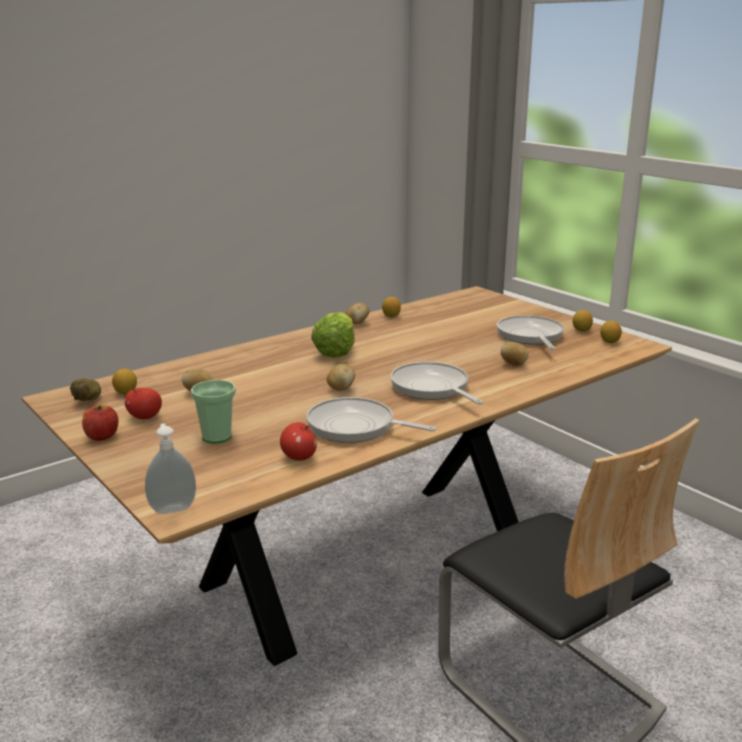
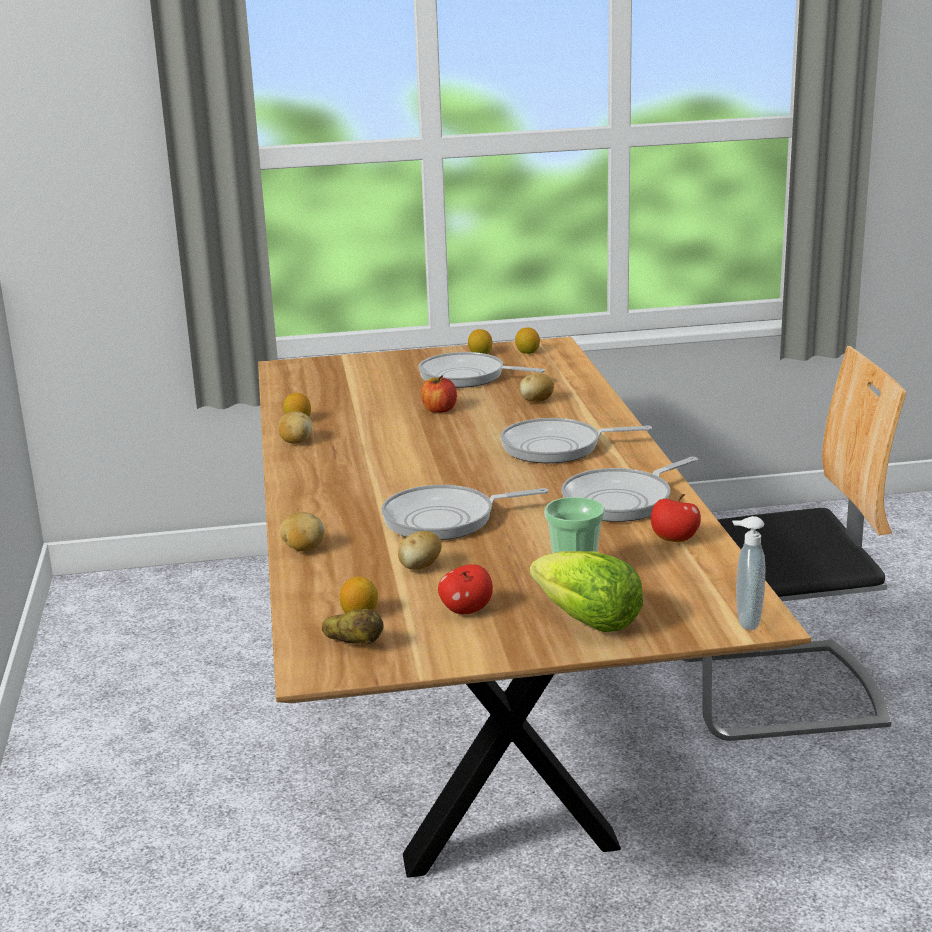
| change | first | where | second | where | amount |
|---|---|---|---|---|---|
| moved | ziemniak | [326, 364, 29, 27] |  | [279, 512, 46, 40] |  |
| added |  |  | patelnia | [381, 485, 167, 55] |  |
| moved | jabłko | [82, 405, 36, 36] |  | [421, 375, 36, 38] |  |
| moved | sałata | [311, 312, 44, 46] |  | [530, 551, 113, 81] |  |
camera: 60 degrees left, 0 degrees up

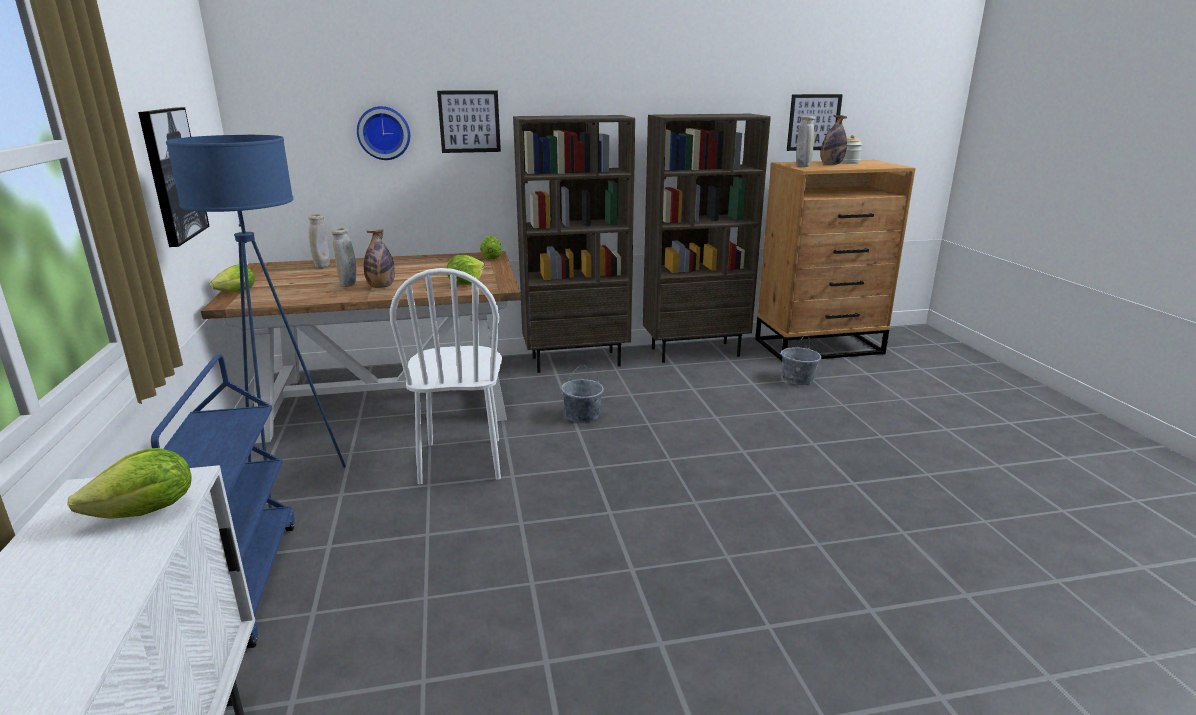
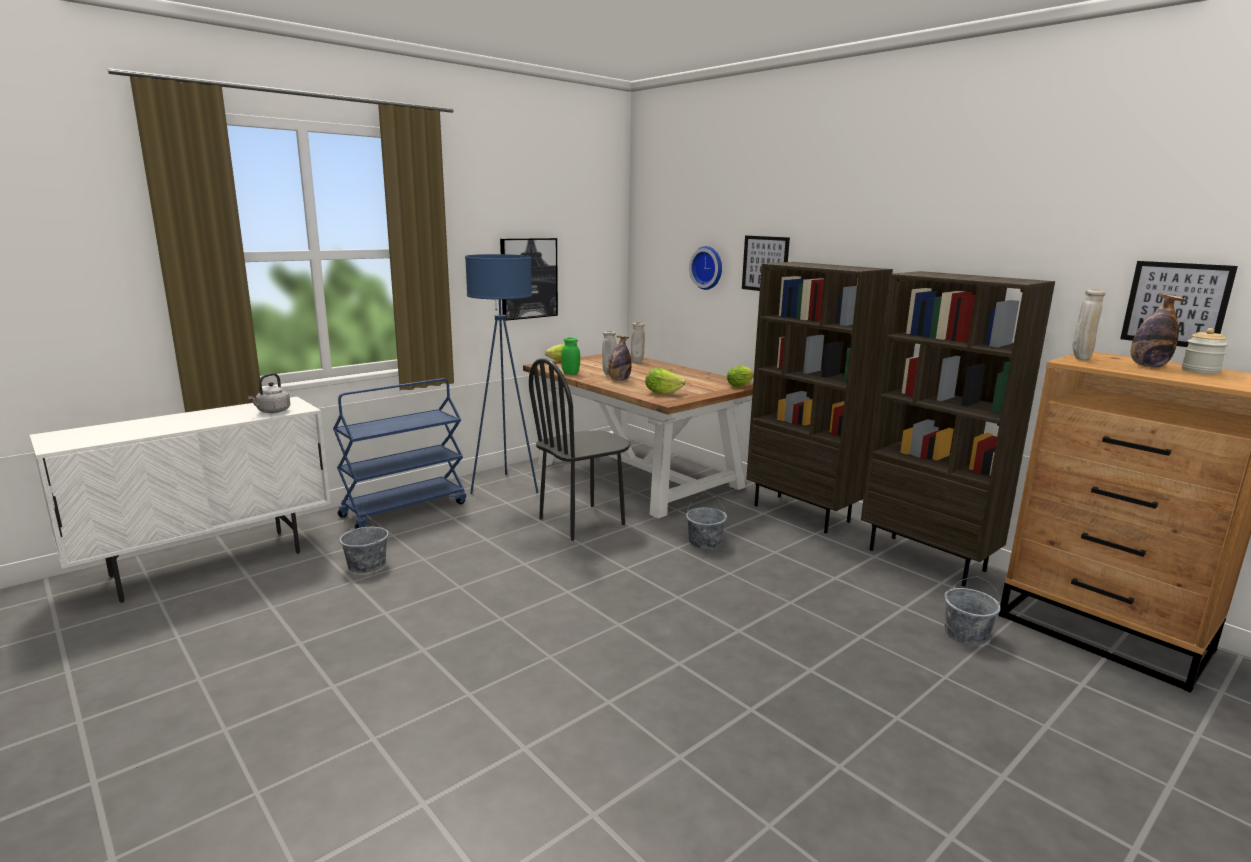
| change | first | where | second | where | amount |
|---|---|---|---|---|---|
| replaced | sałata | [67, 448, 124, 71] | czajnik (szary) | [248, 373, 42, 40] |  |
| added |  |  | wiadro (szary) | [339, 512, 50, 61] |  |
| recoloured | krzesło (biały) | [390, 268, 112, 216] | krzesło (czarny) | [529, 358, 102, 183] |  |
| added |  |  | słoik (zielony) | [561, 338, 19, 37] |  |
camera: 60 degrees right, 5 degrees down

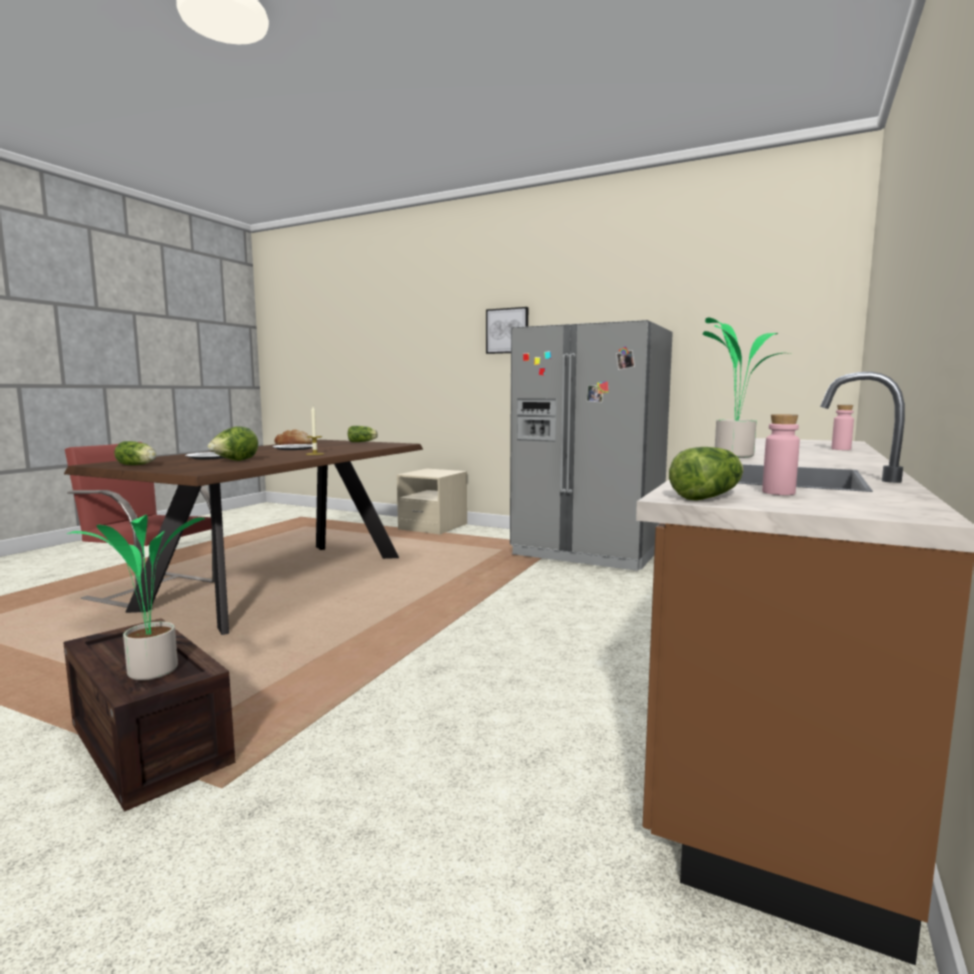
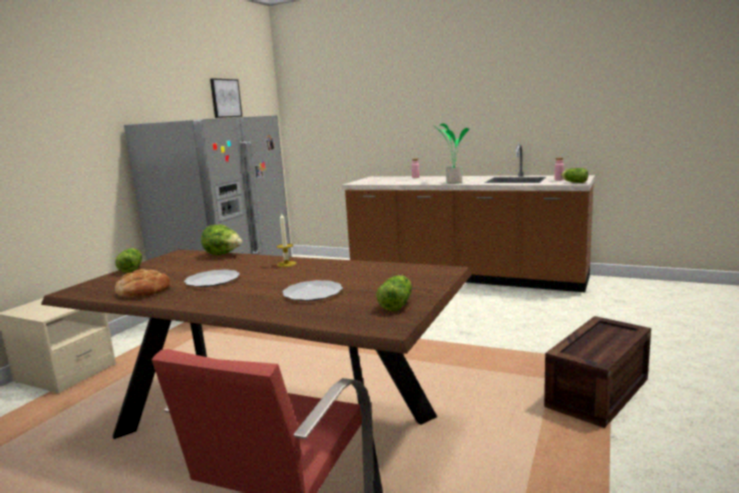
| change | first | where | second | where | amount |
|---|---|---|---|---|---|
| moved | sałata | [208, 426, 50, 35] |  | [201, 225, 41, 30] |  |
| moved | obraz | [486, 307, 42, 47] |  | [210, 78, 32, 40] |  |
| removed | roślina doniczkowa | [67, 514, 138, 166] |  |  |  |
camera: 90 degrees left, 5 degrees up

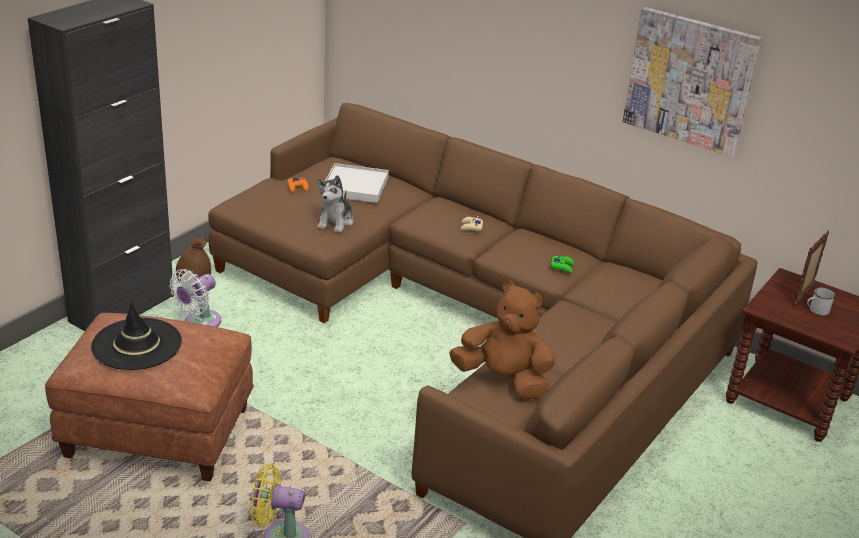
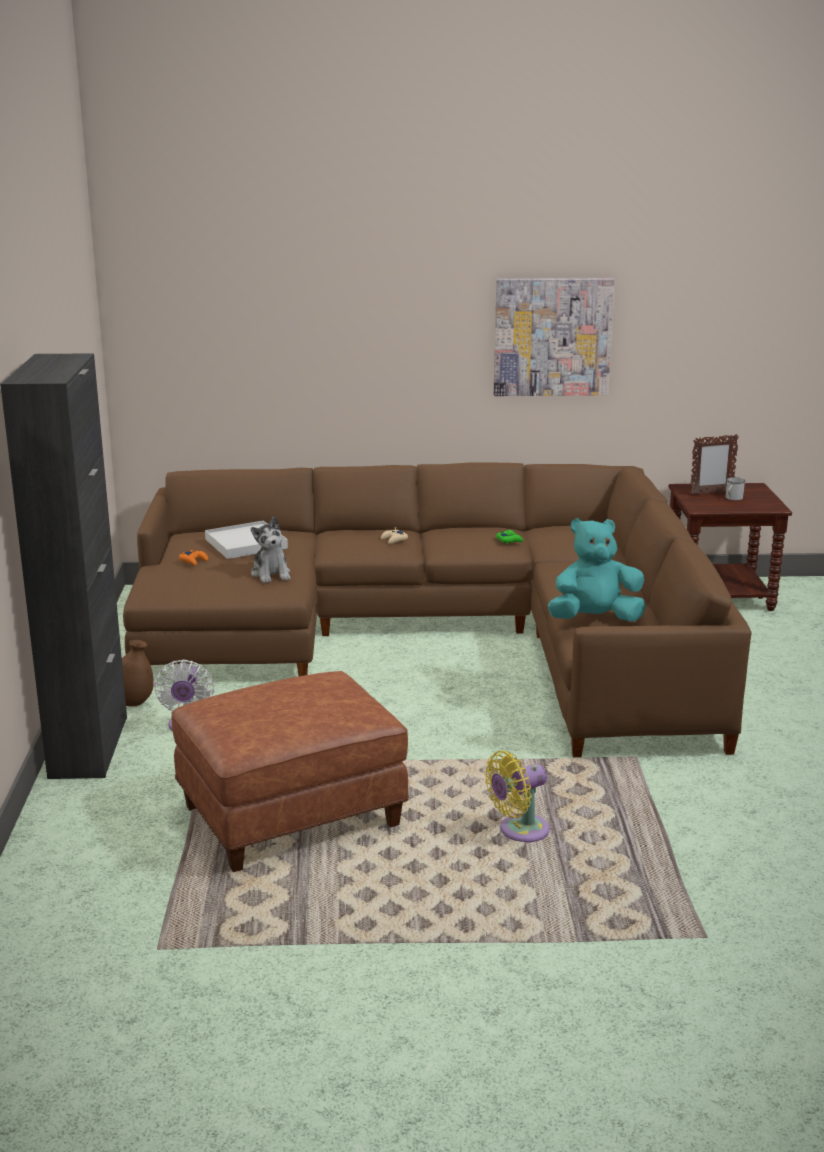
| change | first | where | second | where | amount |
|---|---|---|---|---|---|
| recoloured | pluszak (brązowy) | [449, 281, 107, 119] | pluszak (turkusowy) | [548, 518, 98, 103] |  |
| turned | ramka na zdjęcie | [794, 230, 35, 75] |  | [690, 434, 49, 61] | 105 degrees counterclockwise |
| removed | kapelusz (czarny) | [91, 302, 91, 68] |  |  |  |
camera: 35 degrees left, 10 degrees down

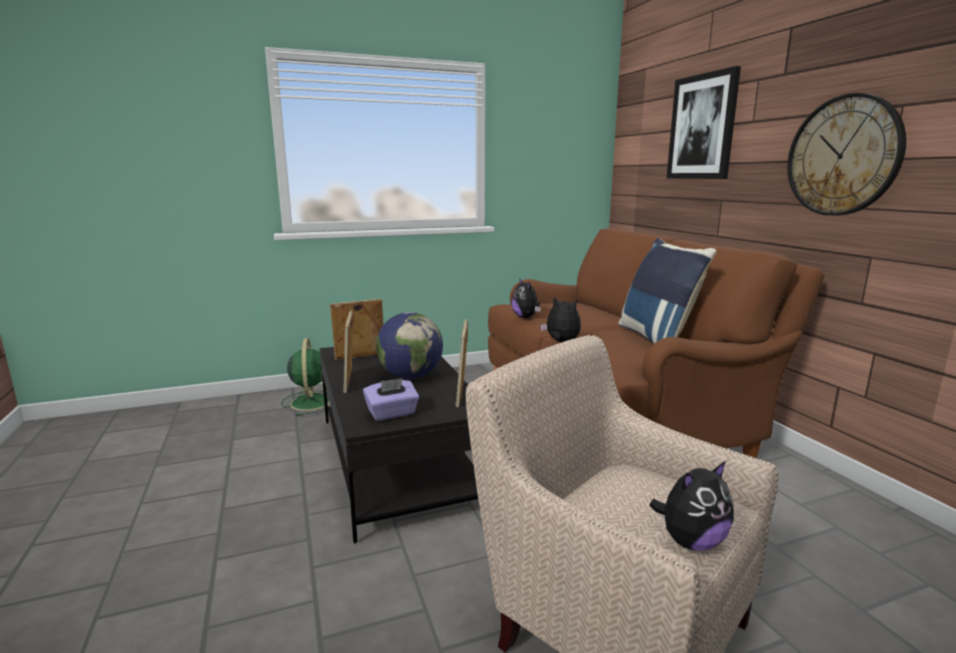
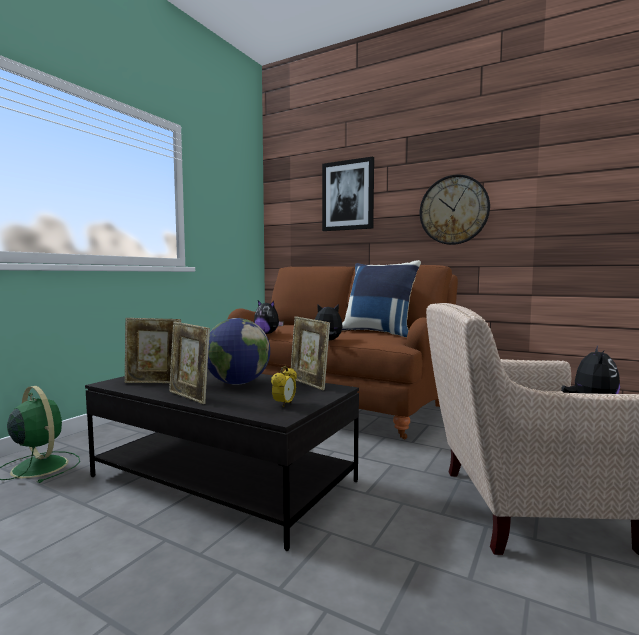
| change | first | where | second | where | amount |
|---|---|---|---|---|---|
| turned | ramka na zdjęcie | [330, 299, 53, 61] |  | [125, 318, 56, 65] | 120 degrees counterclockwise |
| replaced | pudełko chusteczek (fioletowy) | [363, 378, 56, 43] | budzik | [271, 366, 26, 41] |  |
camera: 40 degrees left, 10 degrees down

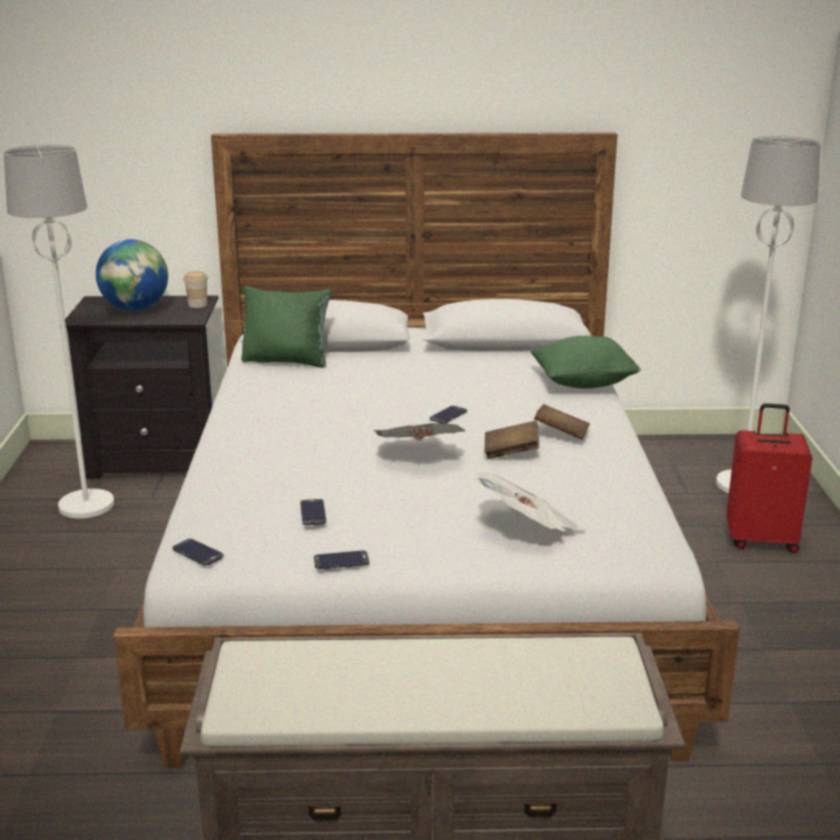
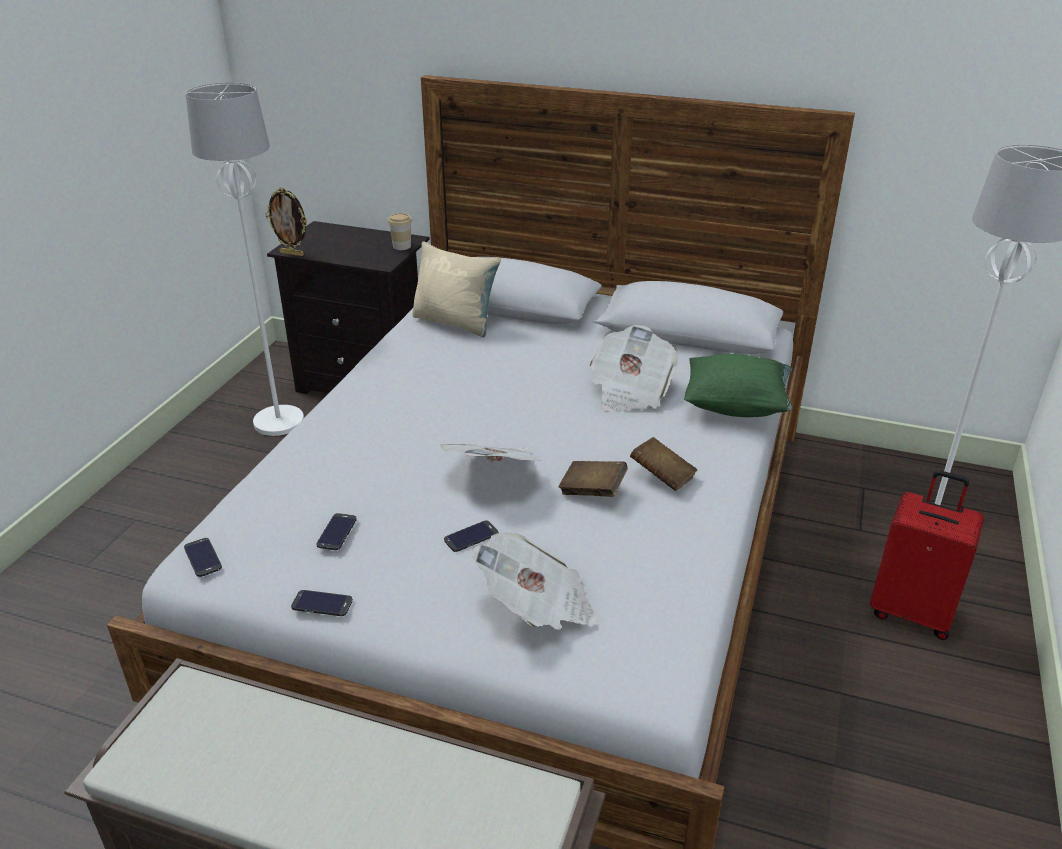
| change | first | where | second | where | amount |
|---|---|---|---|---|---|
| added |  |  | ramka na zdjęcie | [265, 187, 42, 69] |  |
| recoloured | poduszka (zielony) | [241, 286, 91, 82] | poduszka (beżowy) | [412, 241, 89, 96] |  |
| moved | telefon | [430, 405, 37, 19] |  | [444, 520, 54, 32] |  |
| added |  |  | gazeta | [590, 325, 88, 88] |  |
| removed | globus | [96, 239, 72, 72] |  |  |  |
camera: 20 degrees right, 10 degrees up

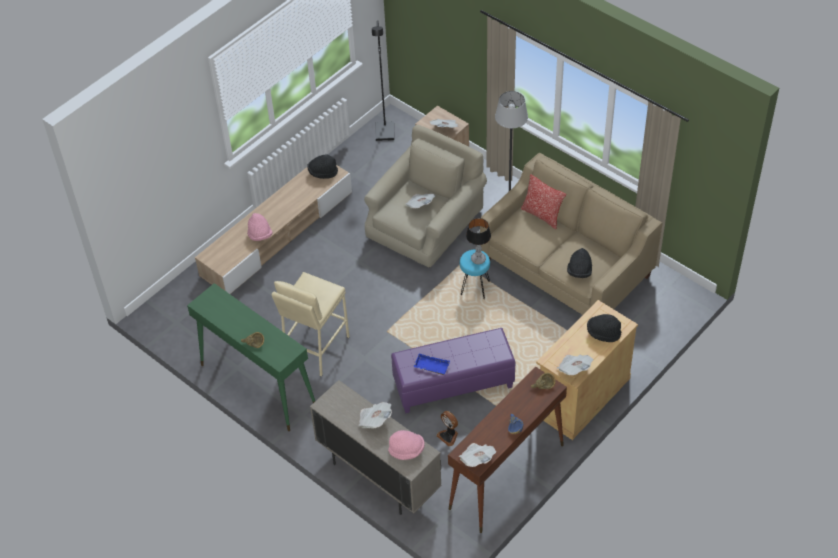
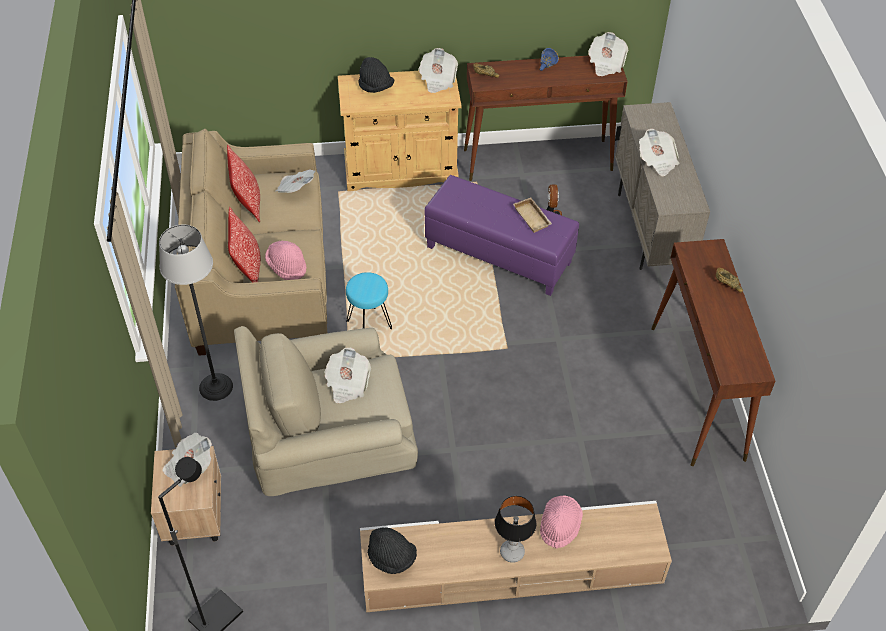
| change | first | where | second | where | amount |
|---|---|---|---|---|---|
| added |  |  | poduszka | [227, 145, 33, 77] |  |
| moved | kapelusz (różowy) | [388, 430, 37, 30] |  | [265, 241, 41, 39] |  |
| replaced | kapelusz (czarny) | [567, 248, 25, 30] | gazeta | [275, 170, 41, 23] |  |
| moved | lampa stołowa | [466, 218, 25, 46] |  | [495, 496, 41, 67] |  |
| recoloured | taca (niebieski) | [414, 353, 36, 22] | taca (beżowy) | [513, 198, 39, 35] |  |
| recoloured | stolik konsolowy (zielony) | [187, 283, 128, 148] | stolik konsolowy (brązowy) | [651, 239, 124, 227] |  |
| removed | stołek (beżowy) | [272, 272, 78, 104] |  |  |  |
camera: 140 degrees left, 0 degrees up

